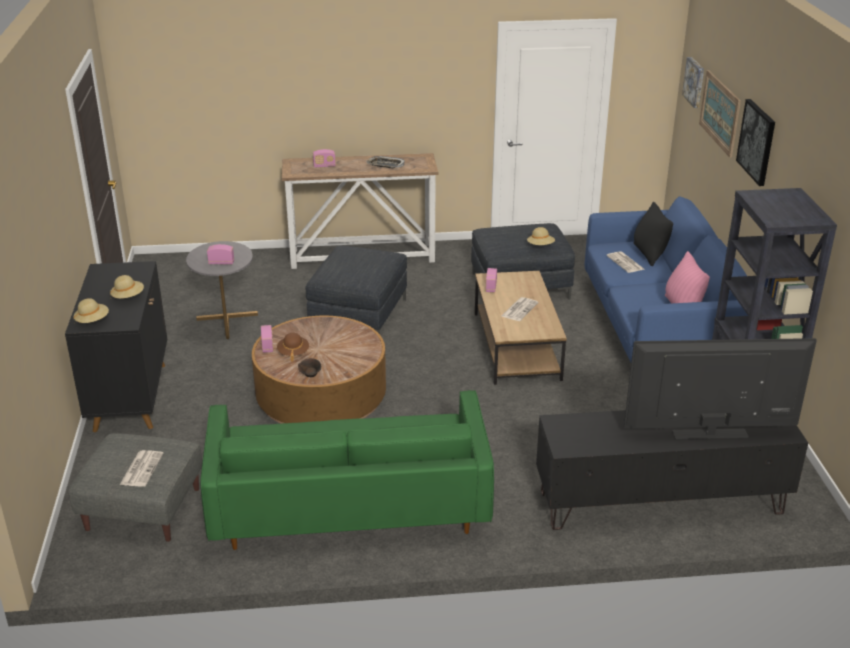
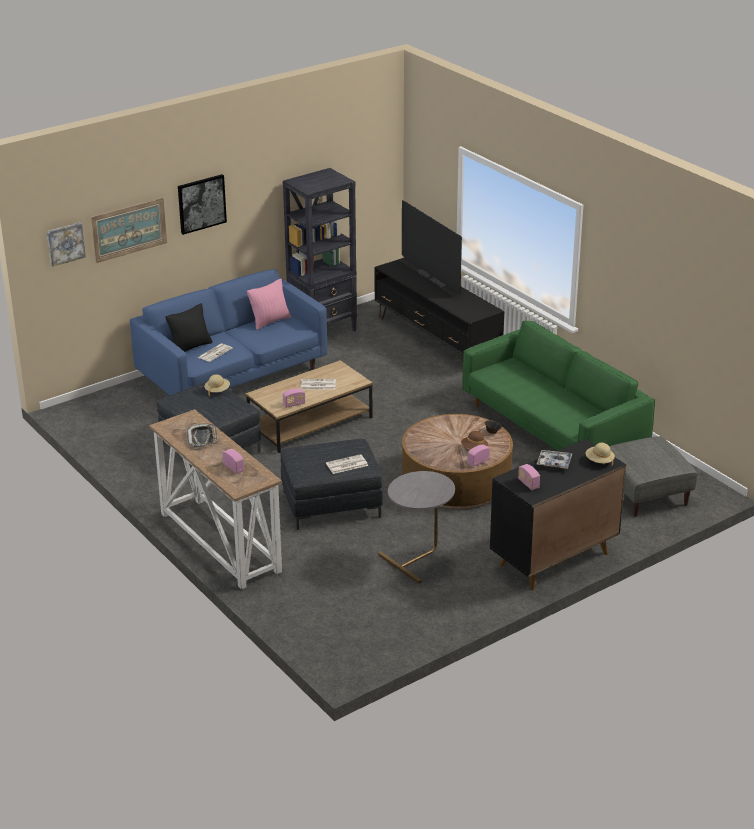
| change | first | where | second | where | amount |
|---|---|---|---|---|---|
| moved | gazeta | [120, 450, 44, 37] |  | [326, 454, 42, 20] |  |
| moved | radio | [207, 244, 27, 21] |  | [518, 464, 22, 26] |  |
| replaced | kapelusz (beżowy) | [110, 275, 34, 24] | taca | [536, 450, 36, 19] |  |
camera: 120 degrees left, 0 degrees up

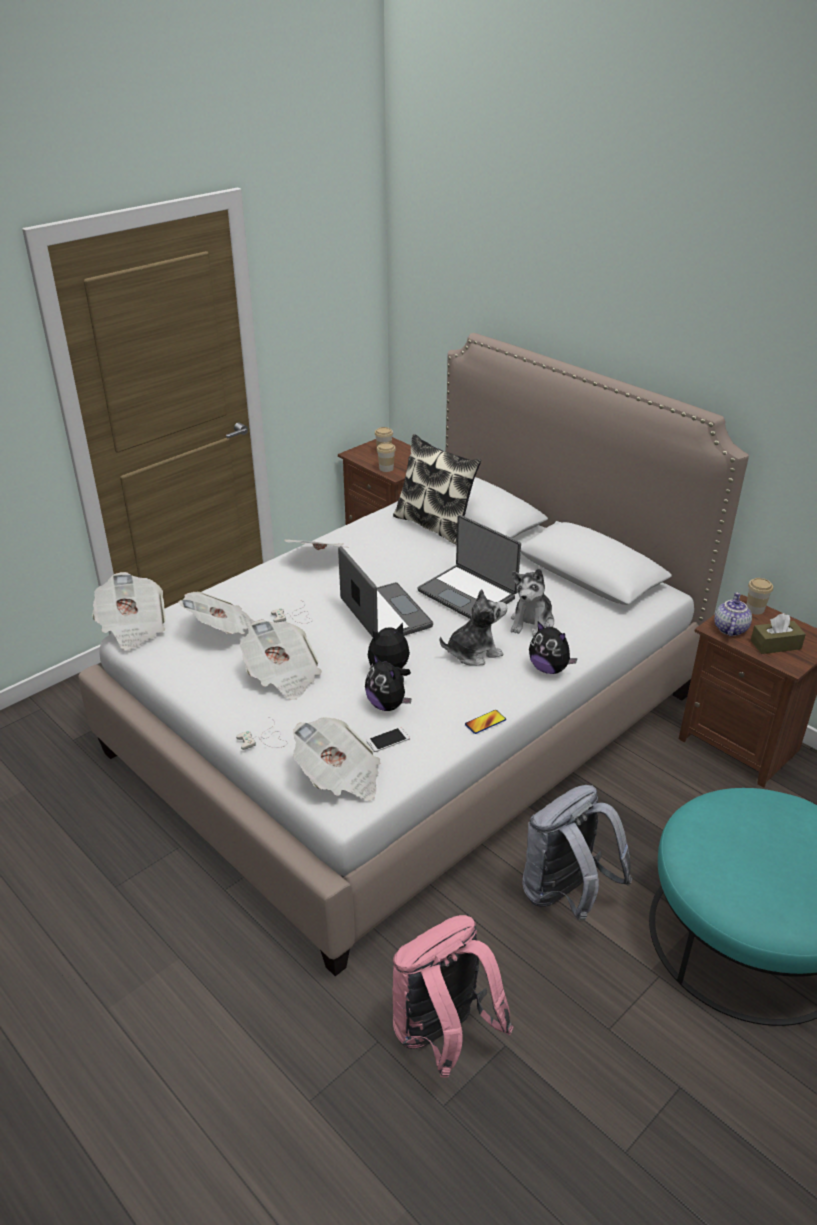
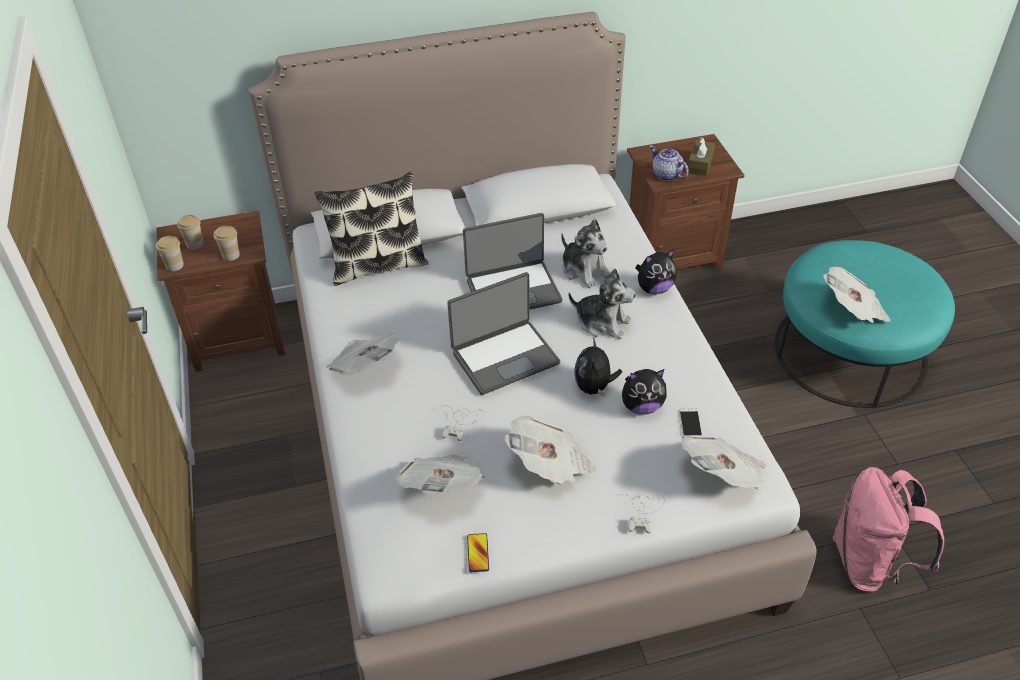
| change | first | where | second | where | amount |
|---|---|---|---|---|---|
| moved | filiżanka | [746, 578, 27, 37] |  | [156, 236, 28, 35] |  |
| turned | laptop | [338, 546, 95, 91] |  | [447, 272, 113, 123] | 150 degrees clockwise |
| moved | telefon | [465, 710, 41, 24] |  | [467, 533, 22, 39] |  |
| turned | pluszak | [440, 589, 67, 77] |  | [568, 268, 67, 71] | 105 degrees clockwise |
| moved | gazeta | [92, 572, 74, 78] |  | [823, 267, 68, 56] |  |
| removed | plecak (szary) | [522, 785, 110, 137] |  |  |  |
camera: 60 degrees left, 10 degrees up

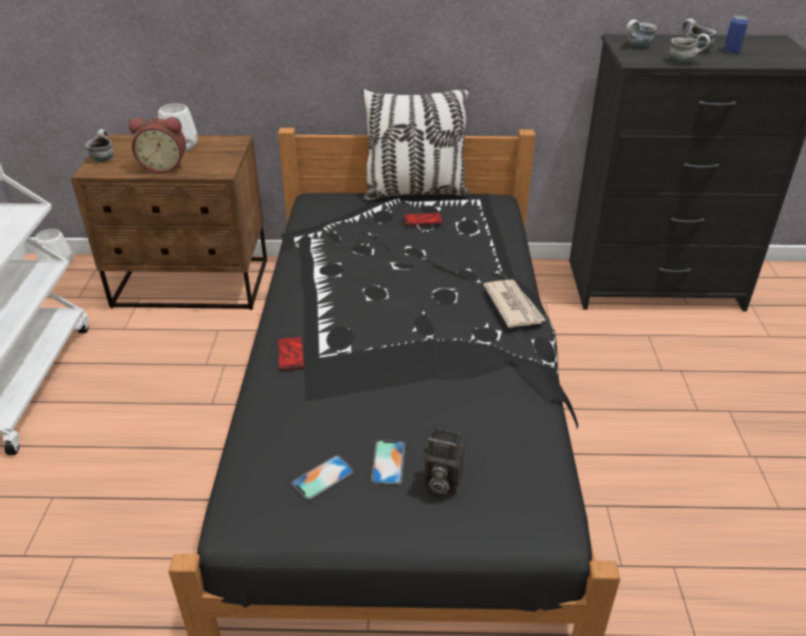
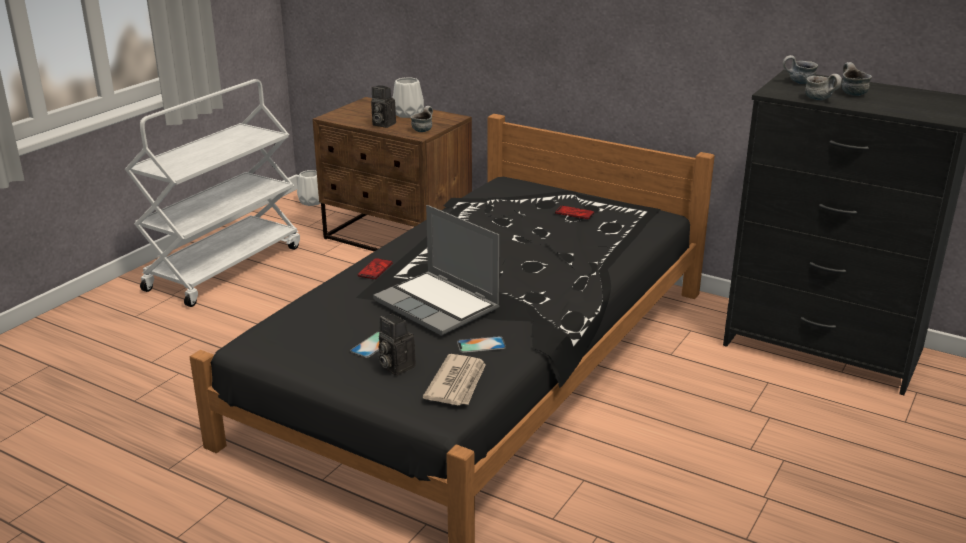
| change | first | where | second | where | amount |
|---|---|---|---|---|---|
| replaced | budzik | [129, 117, 57, 56] | aparat fotograficzny | [371, 85, 25, 43] |  |
| added |  |  | laptop | [373, 205, 126, 131] |  |
| moved | kubek | [86, 129, 28, 33] |  | [410, 106, 23, 26] |  |
| moved | gazeta | [483, 280, 62, 48] |  | [423, 354, 63, 51] |  |
| moved | telefon | [292, 455, 62, 45] |  | [457, 336, 49, 17] |  |
| removed | poduszka | [362, 88, 107, 113] |  |  |  |
| removed | puszka | [724, 15, 24, 39] |  |  |  |
camera: 30 degrees right, 10 degrees down

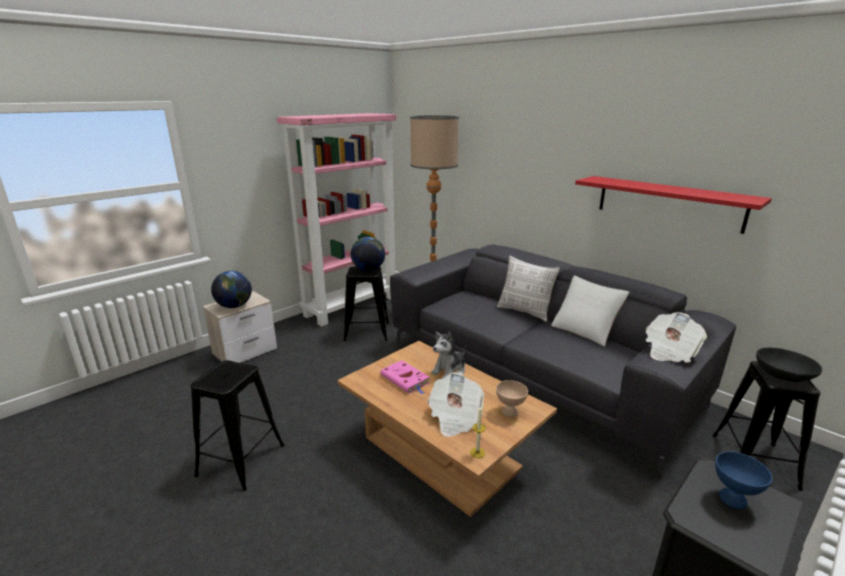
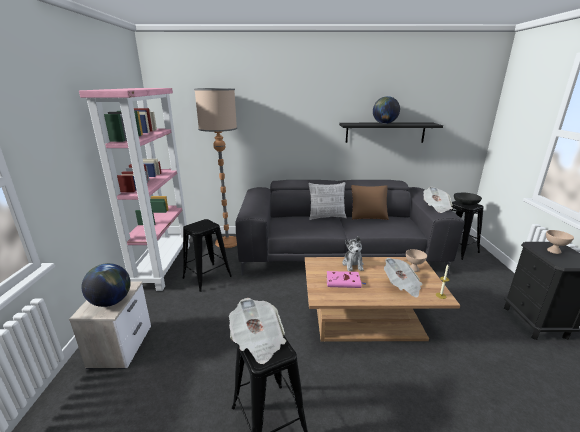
| change | first | where | second | where | amount |
|---|---|---|---|---|---|
| added |  |  | gazeta | [229, 298, 57, 66] |  |
| recoloured | półka (czerwony) | [575, 176, 197, 58] | półka (czarny) | [339, 123, 104, 20] |  |
| recoloured | poduszka (biały) | [551, 276, 79, 71] | poduszka (brązowy) | [351, 185, 38, 35] |  |
| moved | globus | [351, 237, 34, 34] |  | [373, 96, 27, 28] |  |
| recoloured | miska (niebieski) | [715, 451, 58, 58] | miska (beżowy) | [546, 230, 28, 24] |  |
camera: 45 degrees left, 0 degrees up

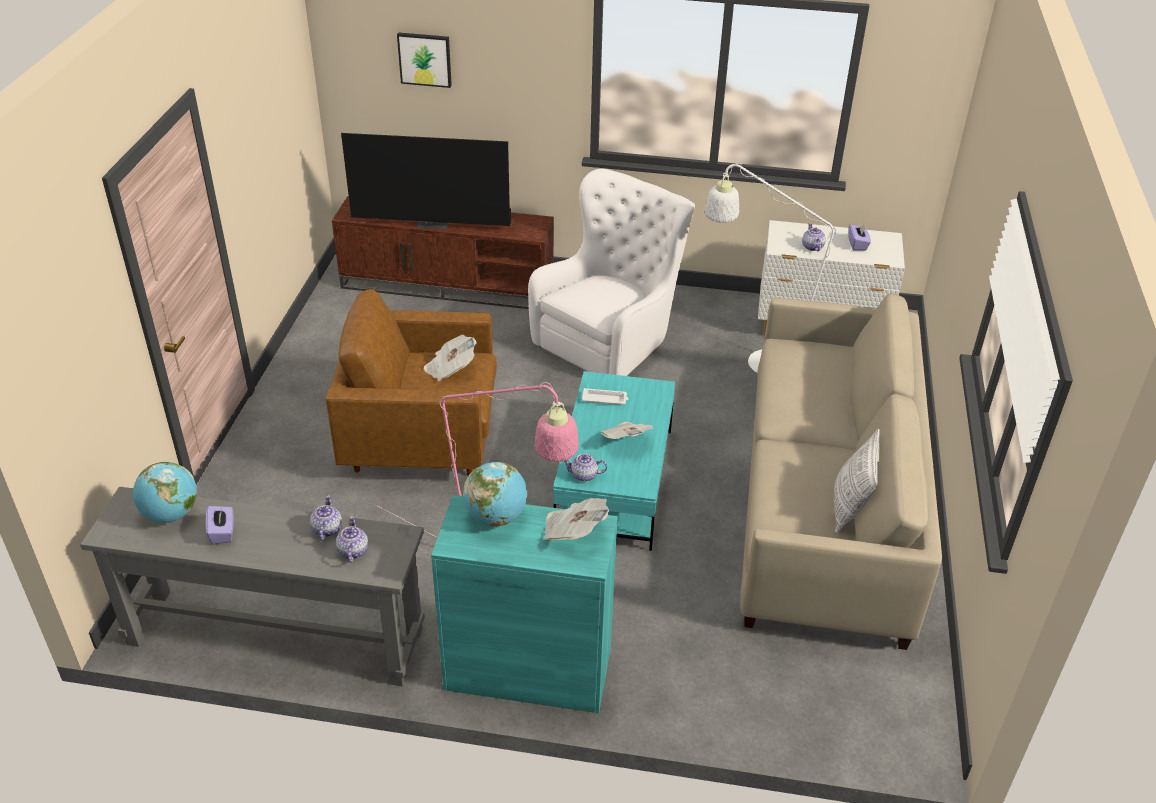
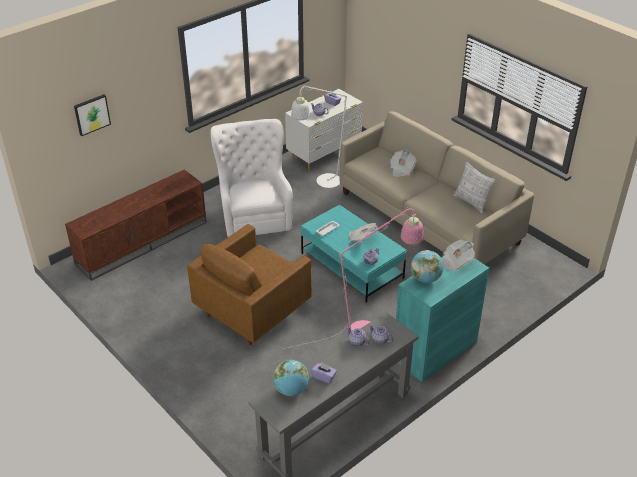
| change | first | where | second | where | amount |
|---|---|---|---|---|---|
| moved | gazeta | [423, 335, 54, 46] |  | [390, 149, 27, 28] |  |
| removed | telewizor | [341, 133, 170, 96] |  |  |  |
camera: 50 degrees left, 0 degrees up

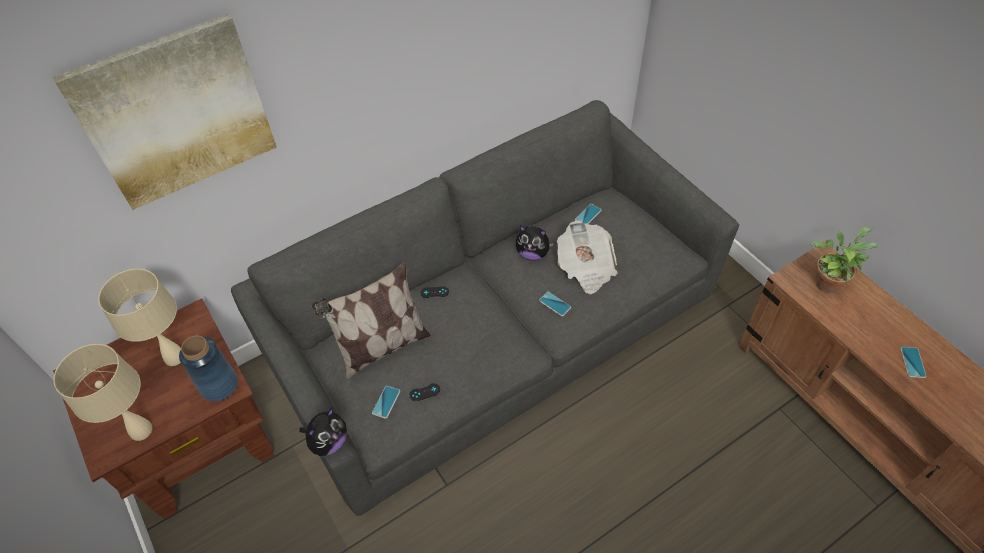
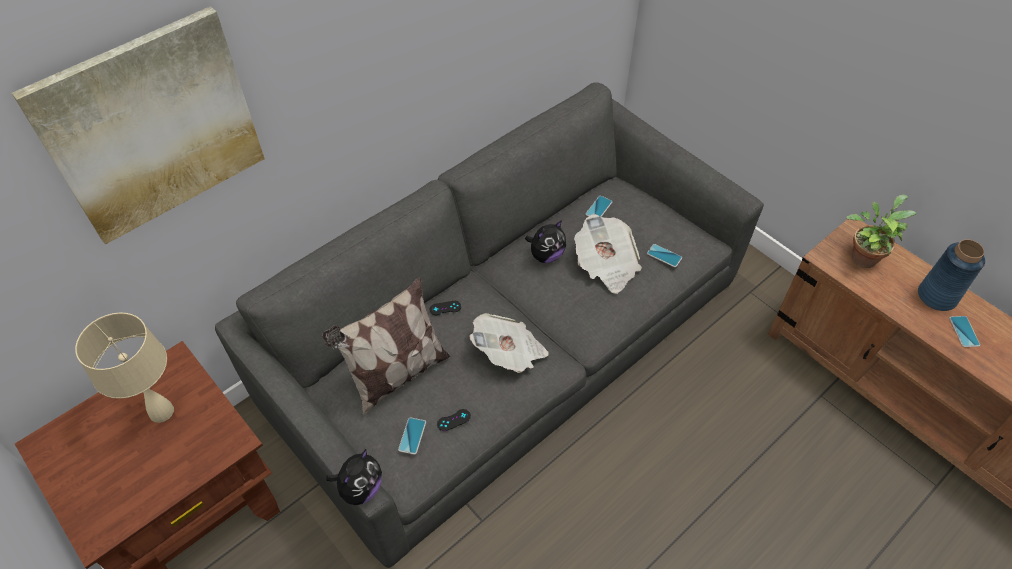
| change | first | where | second | where | amount |
|---|---|---|---|---|---|
| added |  |  | gazeta | [469, 313, 79, 60] |  |
| turned | pluszak | [516, 226, 38, 35] |  | [525, 220, 41, 43] | 45 degrees counterclockwise |
| moved | telefon | [539, 291, 32, 25] |  | [647, 244, 35, 23] |  |
| moved | wazon (niebieski) | [179, 336, 59, 65] |  | [918, 239, 67, 72] |  |
| removed | lampa stołowa (beżowy) | [53, 344, 100, 97] |  |  |  |
camera: 10 degrees left, 0 degrees up

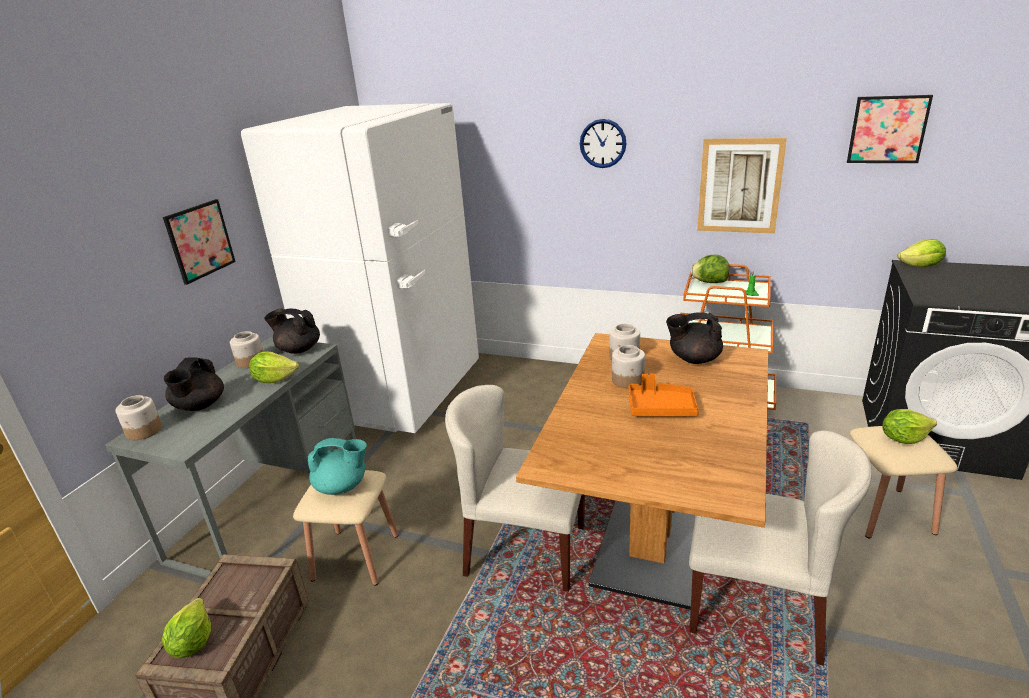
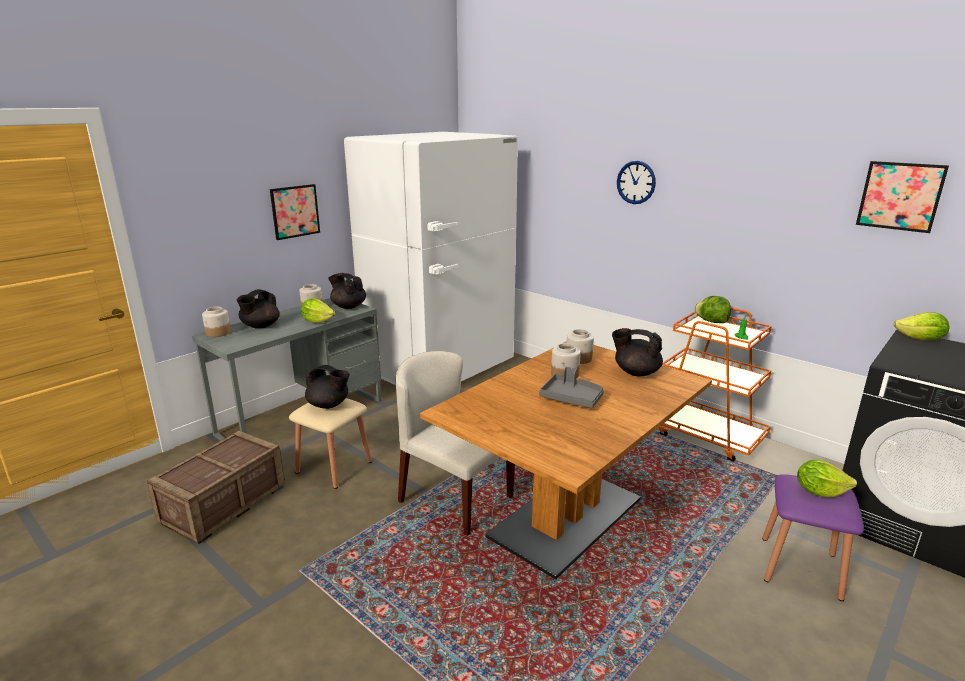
| change | first | where | second | where | amount |
|---|---|---|---|---|---|
| recoloured | imbryk (turkusowy) | [308, 438, 59, 57] | imbryk (czarny) | [305, 365, 45, 44] |  |
| recoloured | taca (pomarańczowy) | [629, 374, 70, 43] | taca (szary) | [539, 367, 65, 41] |  |
| recoloured | stołek (beżowy) | [849, 426, 108, 113] | stołek (fioletowy) | [762, 474, 102, 127] |  |
| removed | sałata | [162, 598, 49, 60] |  |  |  |
| removed | krzesło (beżowy) | [689, 431, 183, 235] |  |  |  |
| removed | obraz | [697, 138, 90, 96] |  |  |  |
camera: 20 degrees right, 5 degrees down

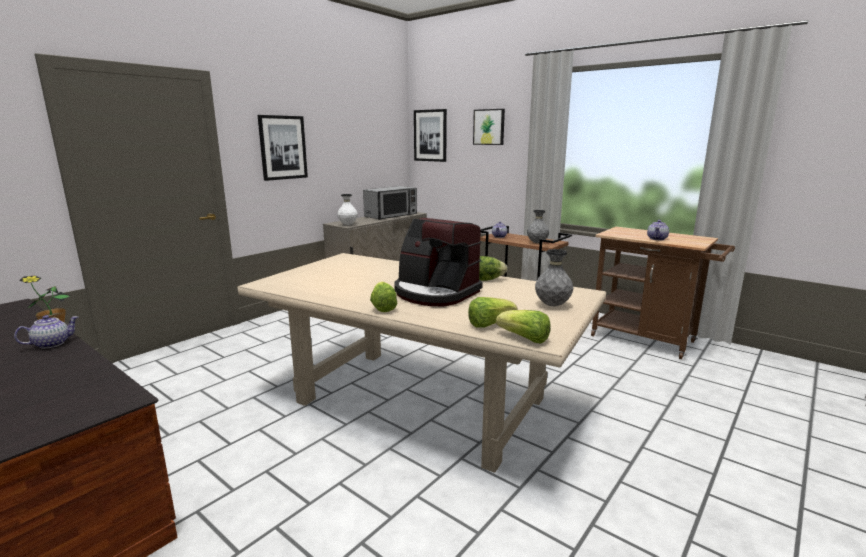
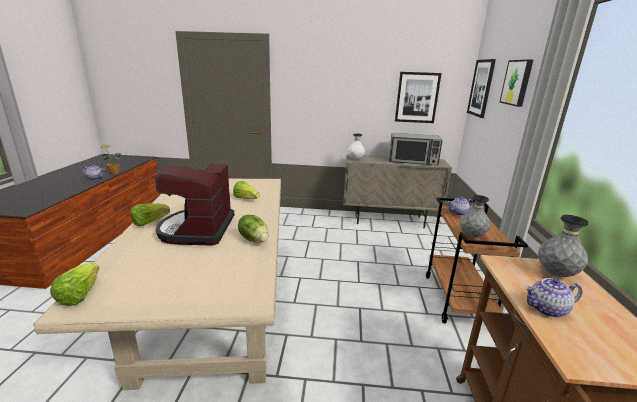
| change | first | where | second | where | amount |
|---|---|---|---|---|---|
| moved | sałata | [468, 297, 50, 31] |  | [233, 181, 27, 18] |  |
| moved | obraz | [258, 115, 50, 66] |  | [395, 72, 47, 51] |  |
| moved | wazon (szary) | [535, 249, 38, 57] |  | [538, 215, 50, 62] |  |
camera: 55 degrees right, 5 degrees up

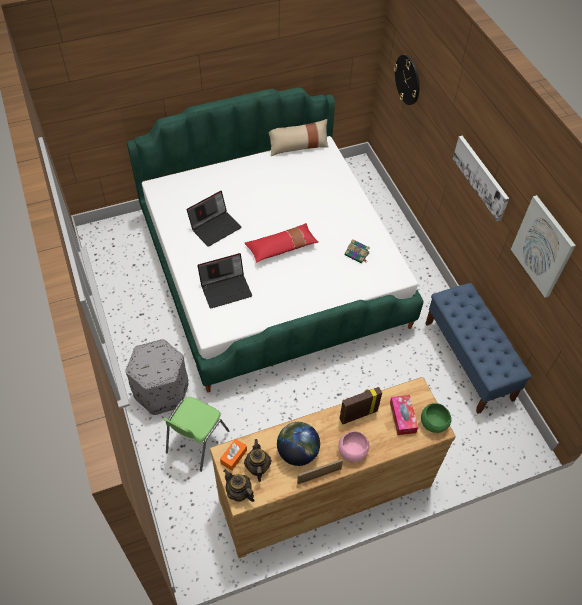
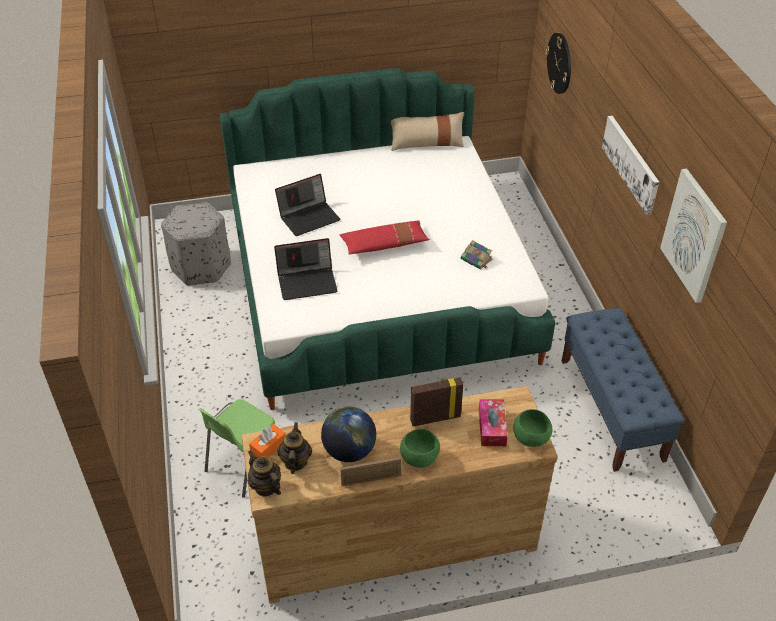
| change | first | where | second | where | amount |
|---|---|---|---|---|---|
| moved | pufa (szary) | [126, 339, 62, 76] |  | [161, 202, 70, 84] |  |
| recoloured | miska (różowy) | [338, 431, 32, 31] | miska (zielony) | [400, 429, 40, 39] |  |
camera: 10 degrees right, 10 degrees down

